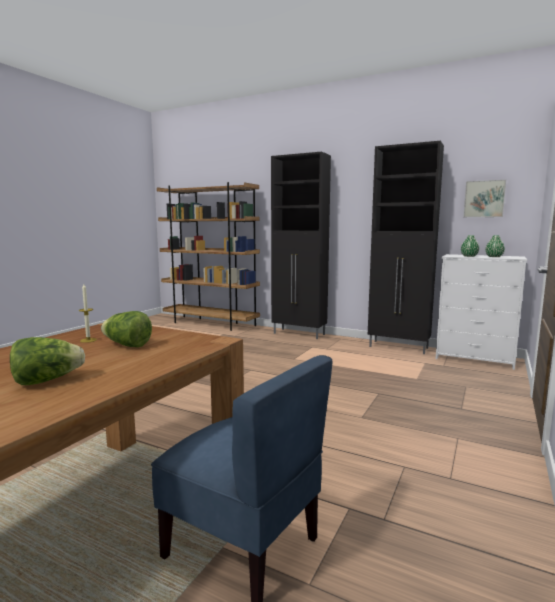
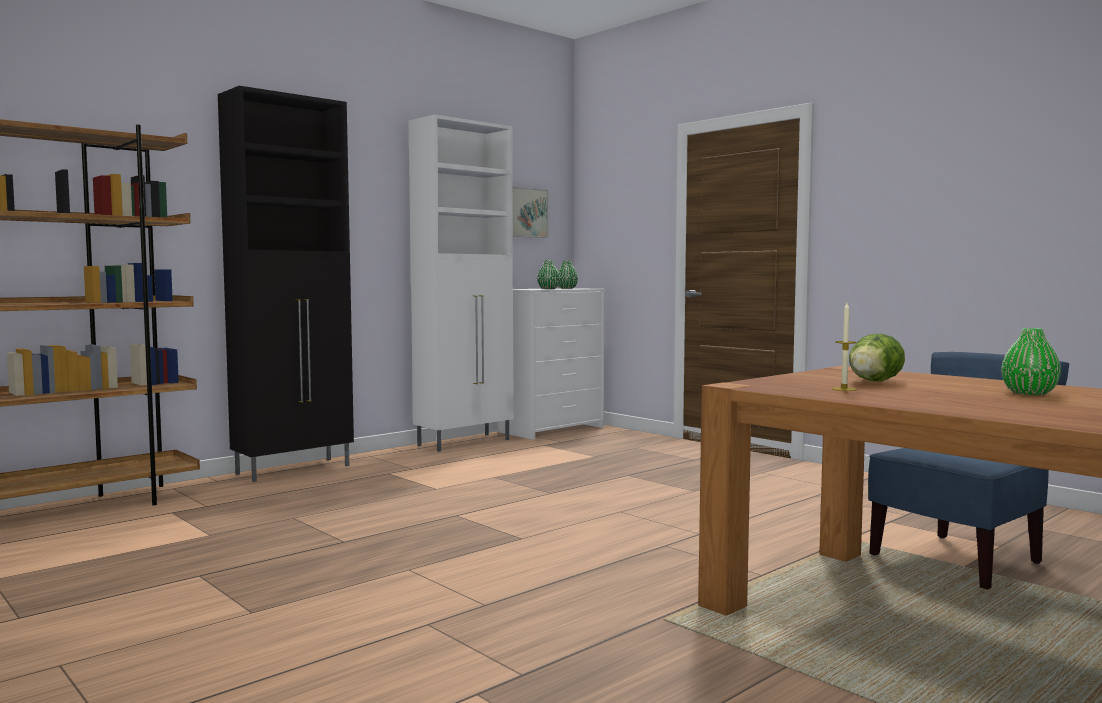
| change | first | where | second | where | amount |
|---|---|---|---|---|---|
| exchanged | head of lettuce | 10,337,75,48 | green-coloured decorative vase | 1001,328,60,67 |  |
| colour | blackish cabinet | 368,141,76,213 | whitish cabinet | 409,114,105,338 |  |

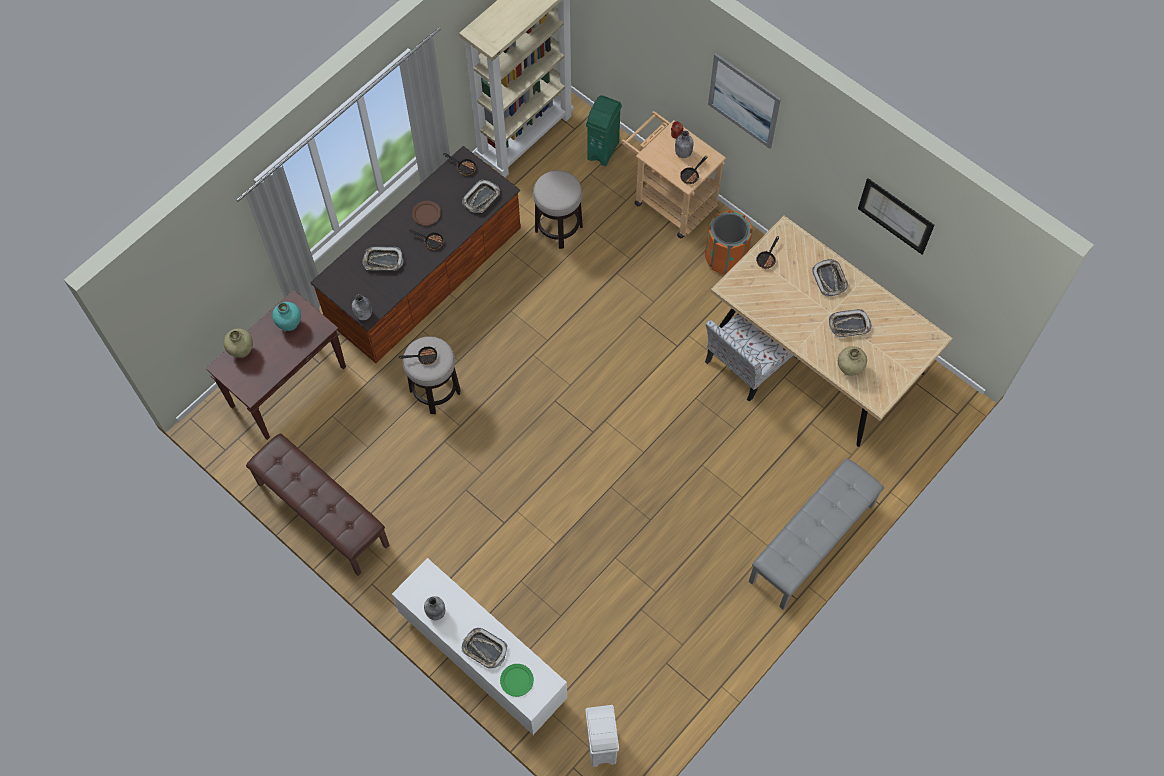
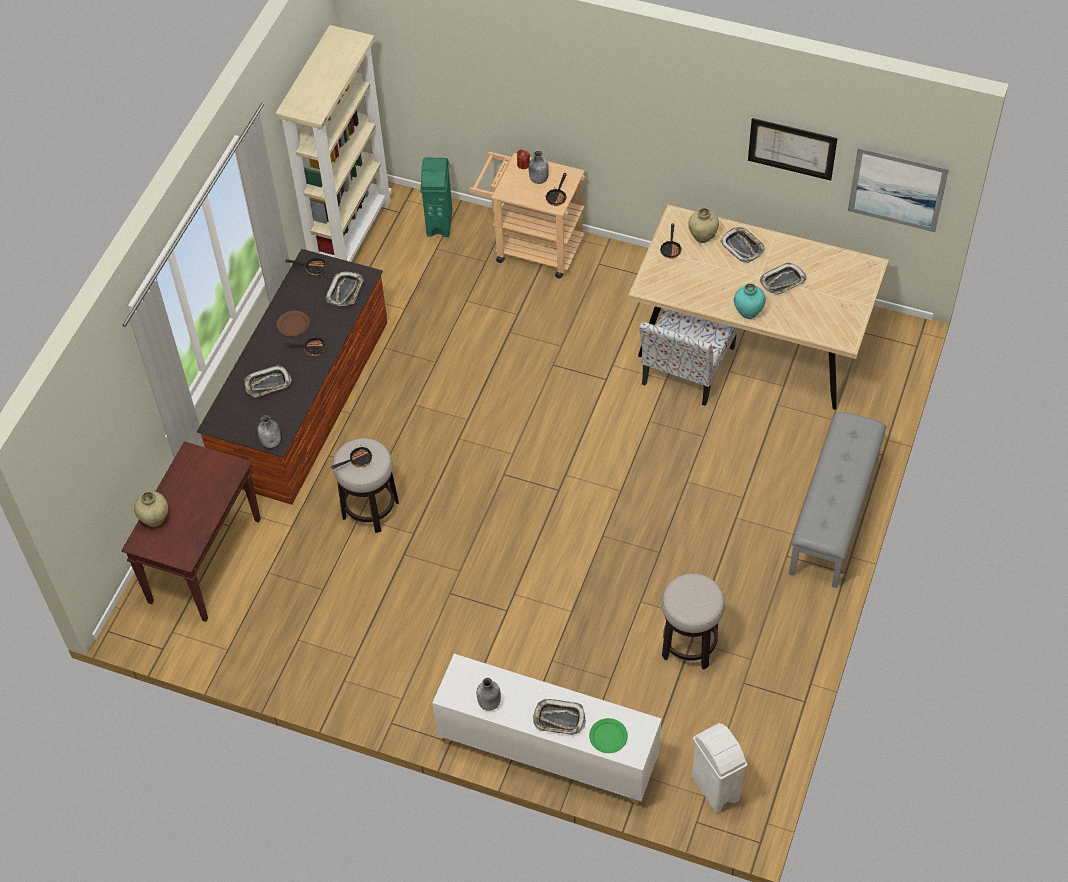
| change | first | where | second | where | amount |
|---|---|---|---|---|---|
| missing | brown-coloured indoor bench | 246,433,143,143 |  |  |  |
| missing | orange-coloured trash can | 705,210,48,64 |  |  |  |
| relocated | blue-green decorative vase | 272,302,29,29 |  | 734,283,32,36 |  |
| relocated | stool | 533,170,50,79 |  | 661,573,64,96 |  |
| relocated | wall picture | 708,53,73,96 |  | 848,147,101,85 |  |
| relocated | sand-coloured decorative vase | 838,346,29,30 |  | 688,208,31,35 |  |

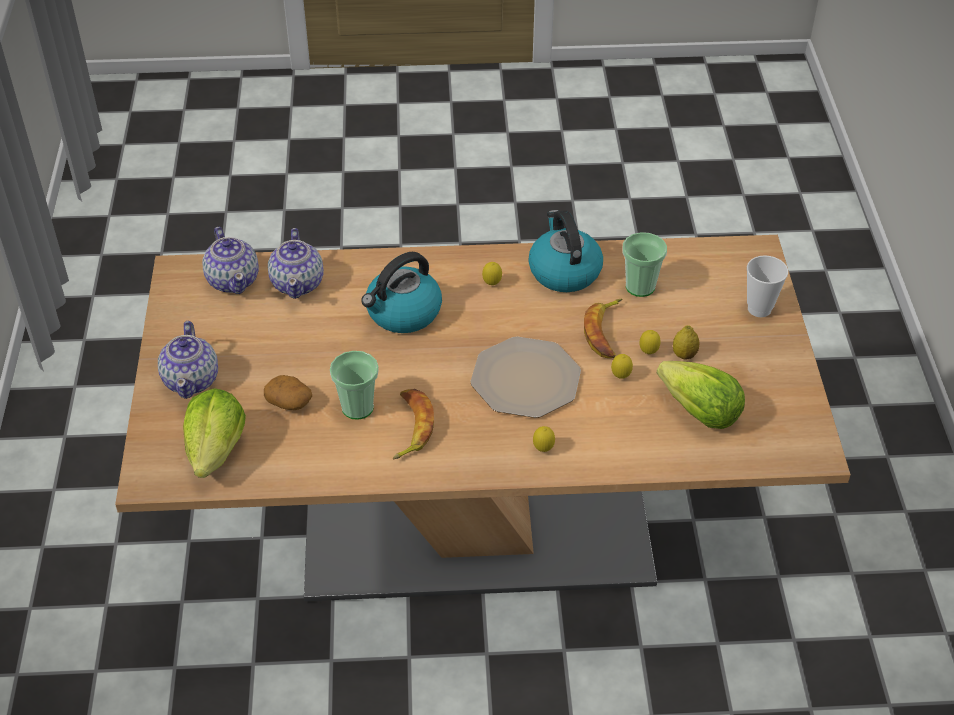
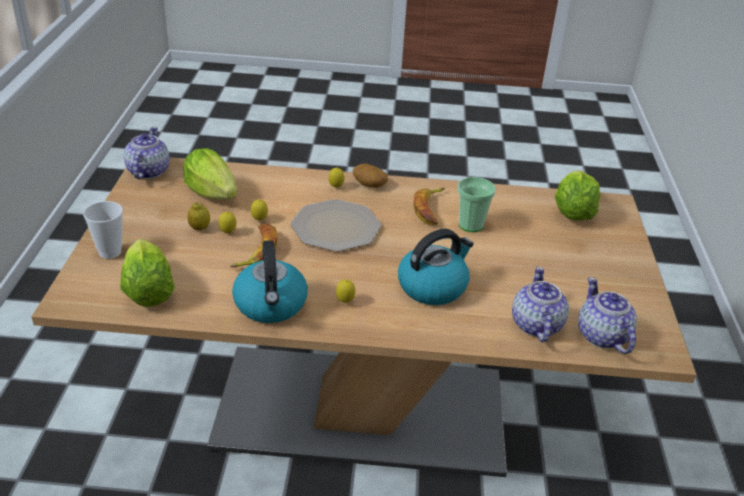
| change | first | where | second | where | amount |
|---|---|---|---|---|---|
| missing | cup | 623,232,44,65 |  |  |  |
| appeared |  |  | head of lettuce | 120,239,55,68 |  |
| relocated | teapot | 158,321,60,78 |  | 123,126,47,53 |  |
| relocated | whole potato | 264,375,48,35 |  | 353,164,35,24 |  |

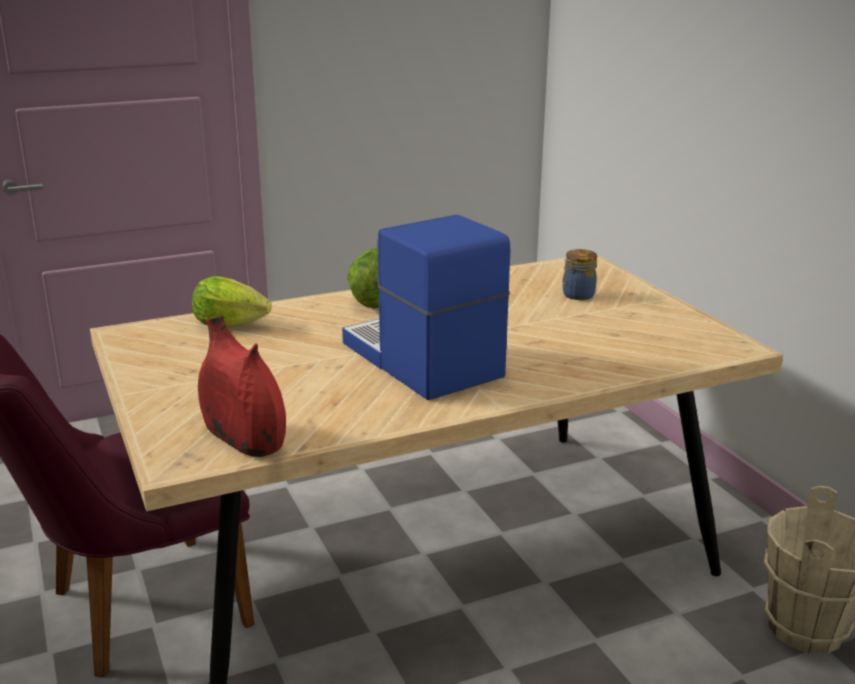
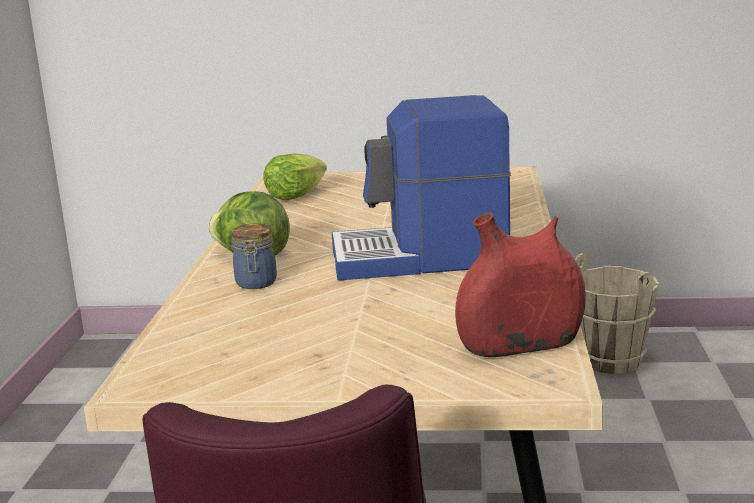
| change | first | where | second | where | amount |
|---|---|---|---|---|---|
| relocated | head of lettuce | 192,276,80,51 |  | 263,153,64,47 |  |
| relocated | preserve jar | 562,249,35,51 |  | 231,224,46,65 |  |

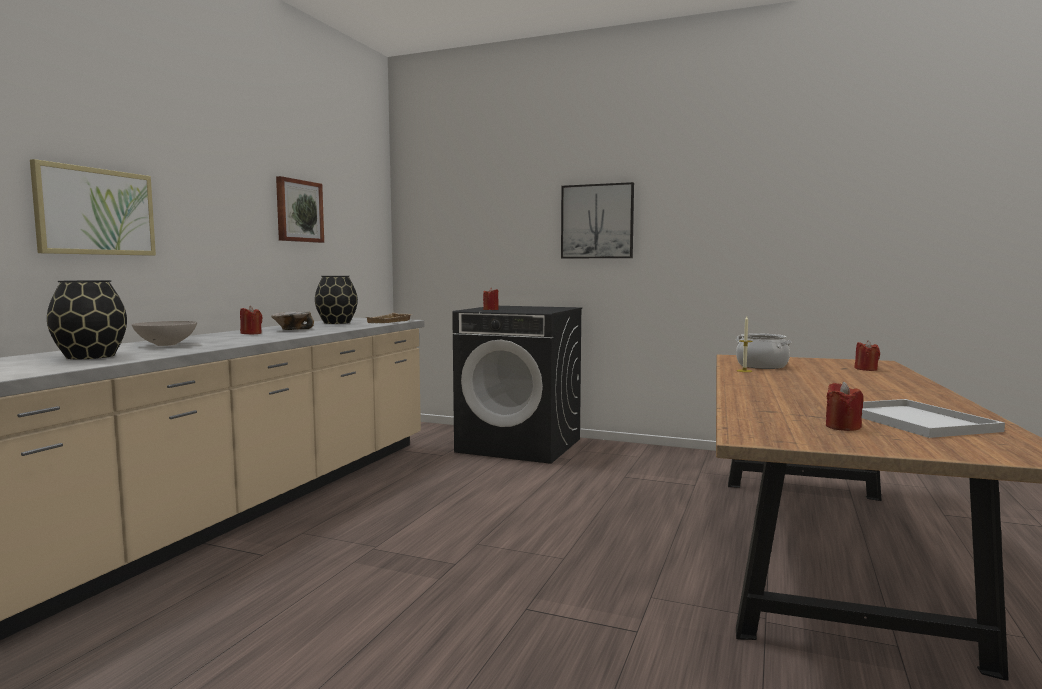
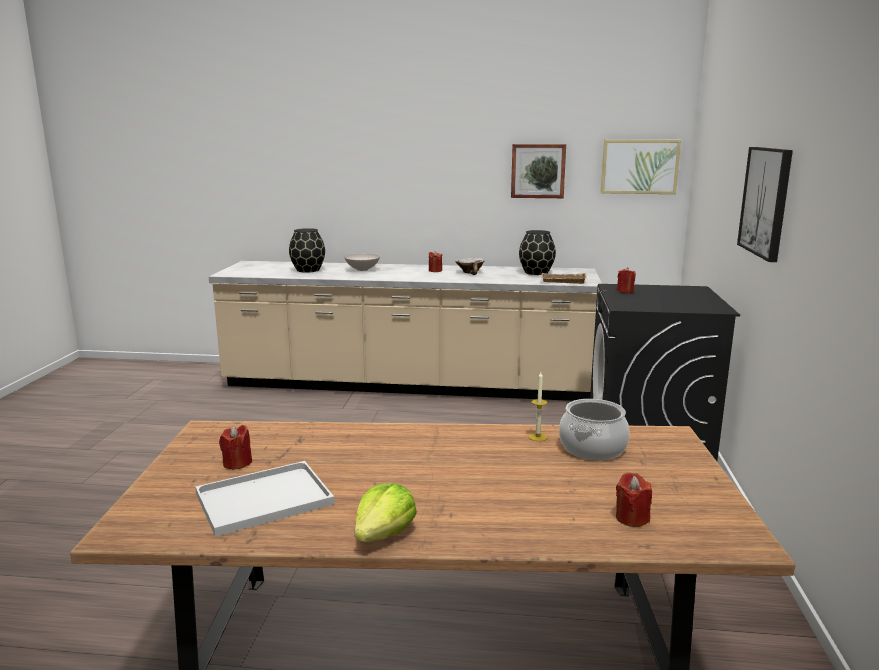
| change | first | where | second | where | amount |
|---|---|---|---|---|---|
| appeared |  |  | head of lettuce | 354,483,63,59 |  |
| relocated | wall picture | 30,159,126,97 |  | 601,139,80,55 |  |

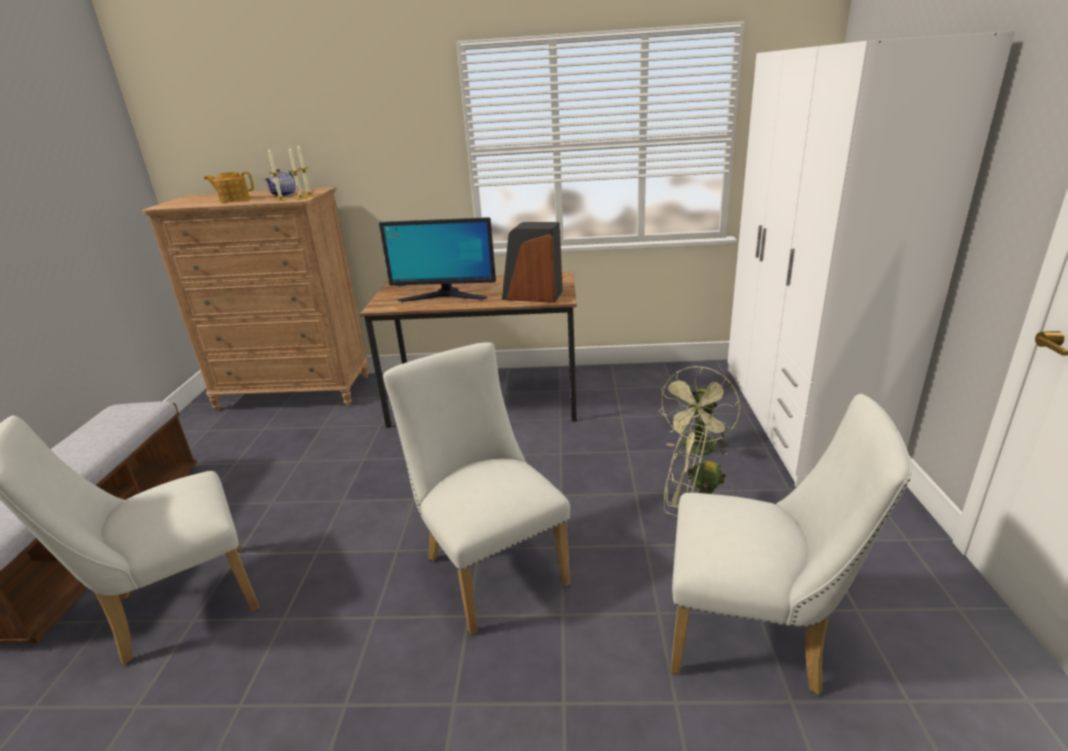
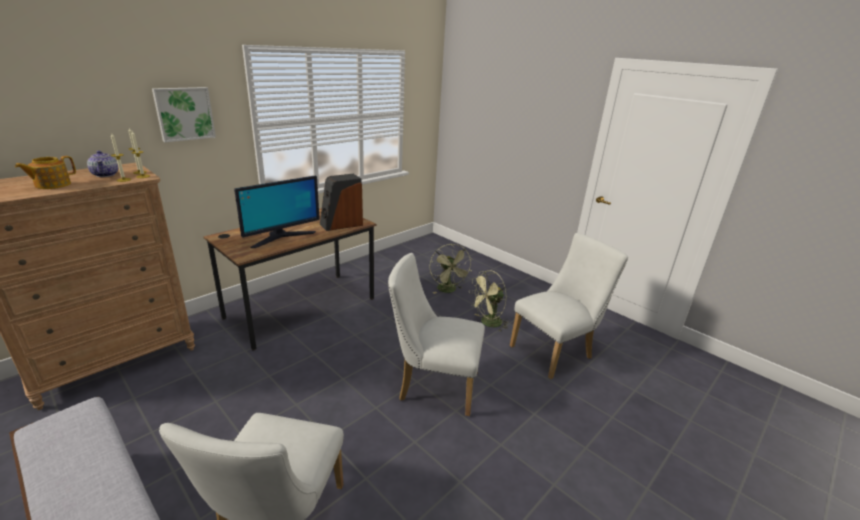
| change | first | where | second | where | amount |
|---|---|---|---|---|---|
| missing | whitish armoire | 728,31,287,456 |  |  |  |
| appeared |  |  | wall picture | 152,87,64,55 |  |

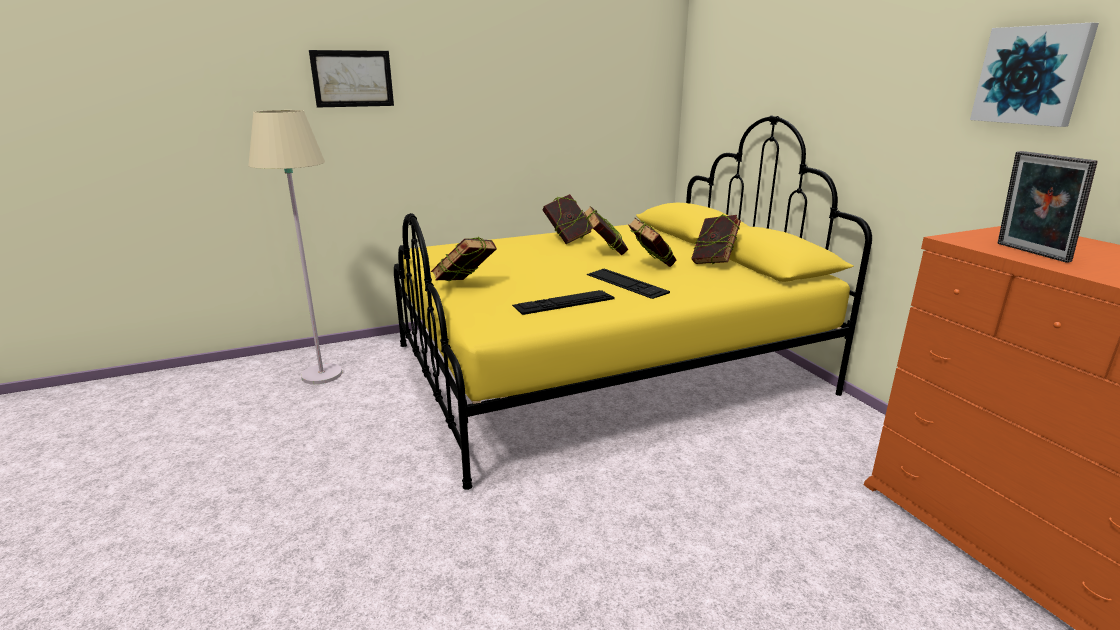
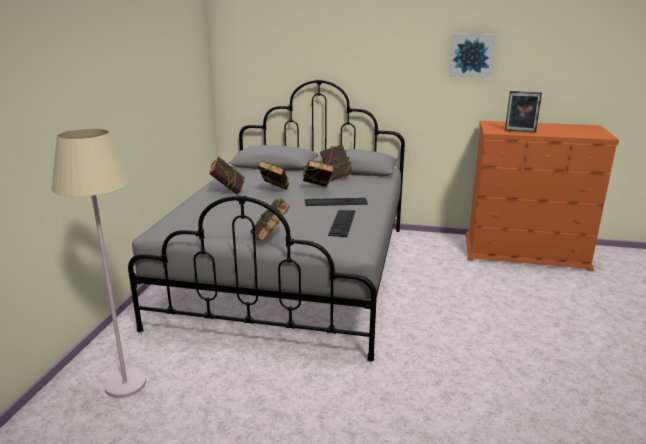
| change | first | where | second | where | amount |
|---|---|---|---|---|---|
| missing | wall picture | 309,50,85,58 |  |  |  |
| colour | yellow bedroom bed | 394,115,478,375 | greyish bedroom bed | 128,79,277,283 |  |

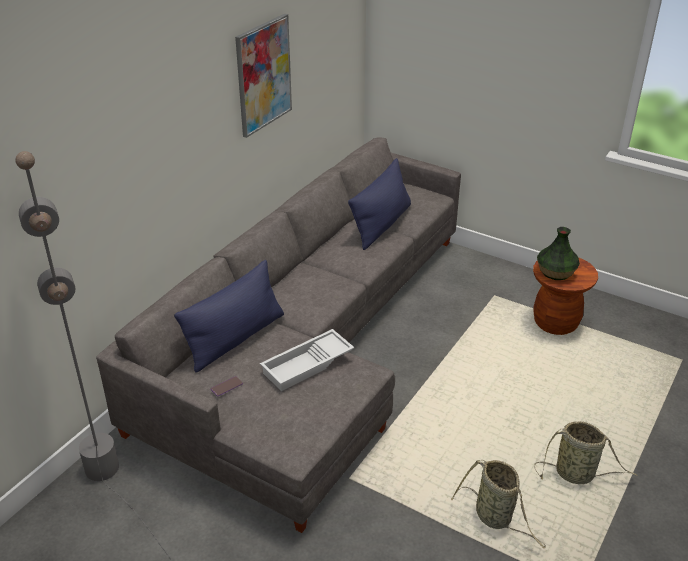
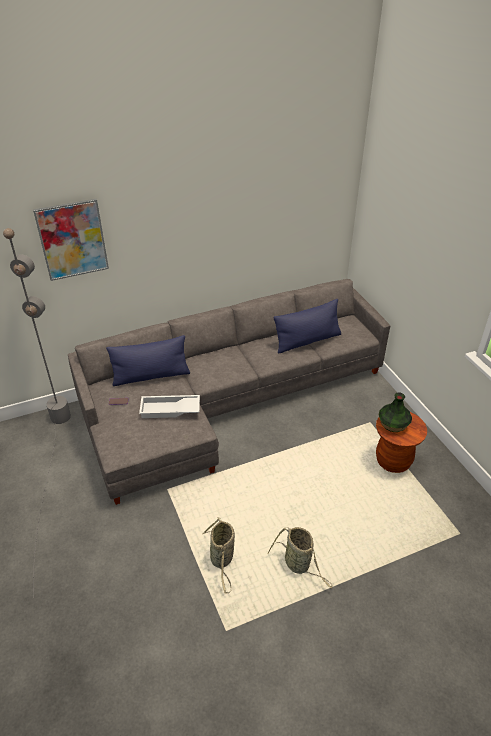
| change | first | where | second | where | amount |
|---|---|---|---|---|---|
| relocated | wall picture | 235,14,57,124 |  | 33,199,76,82 |  |

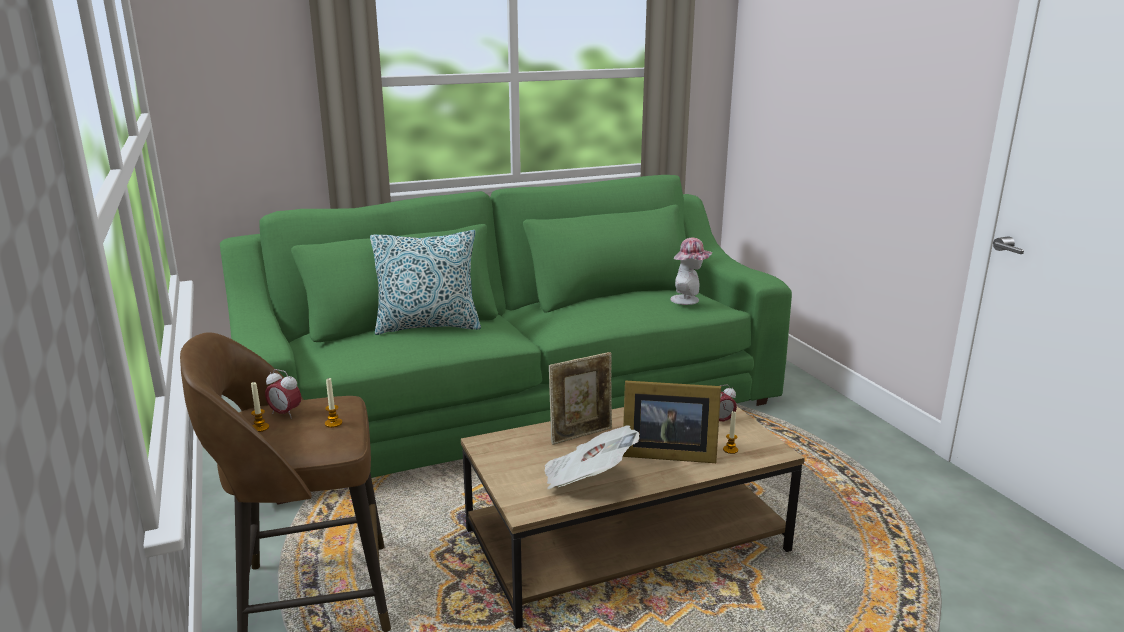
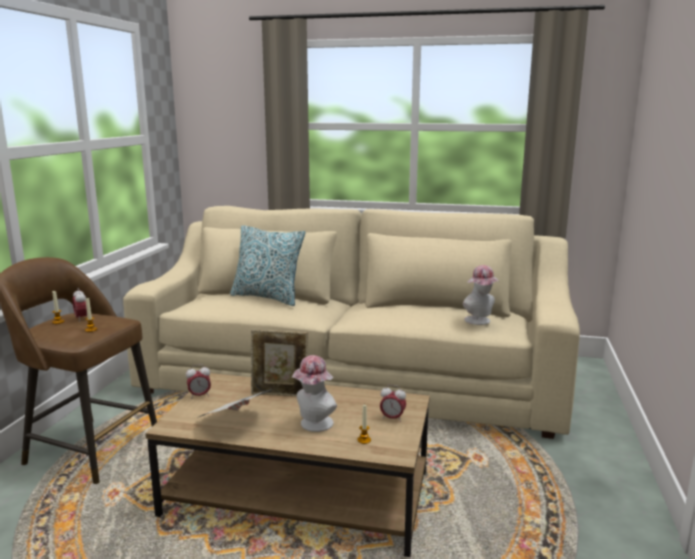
| change | first | where | second | where | amount |
|---|---|---|---|---|---|
| appeared |  |  | table clock | 186,364,25,35 |  |
| exchanged | picture frame | 623,381,98,82 | clothing hat | 292,355,45,77 |  |
| colour | green-coloured sofa | 220,175,572,330 | sand-coloured sofa | 123,206,457,233 |  |

